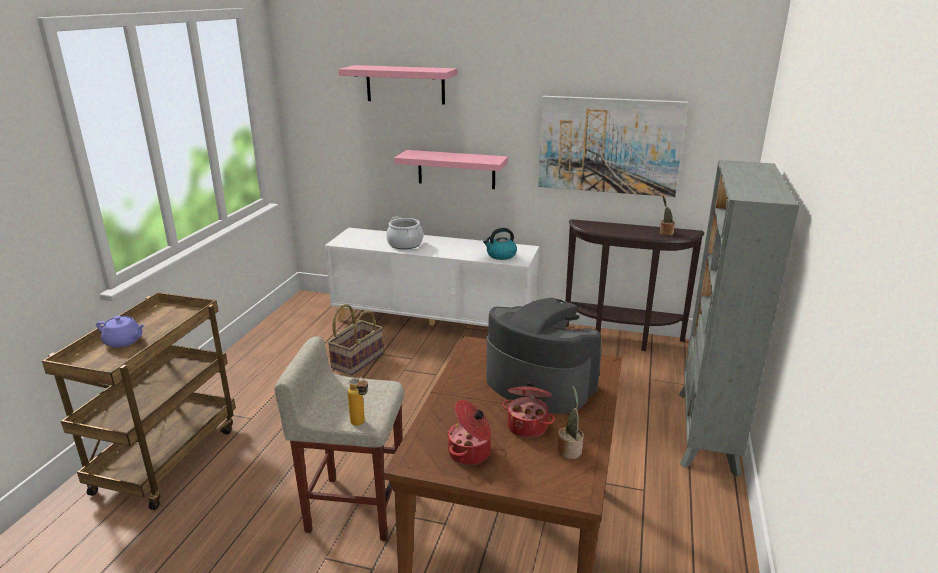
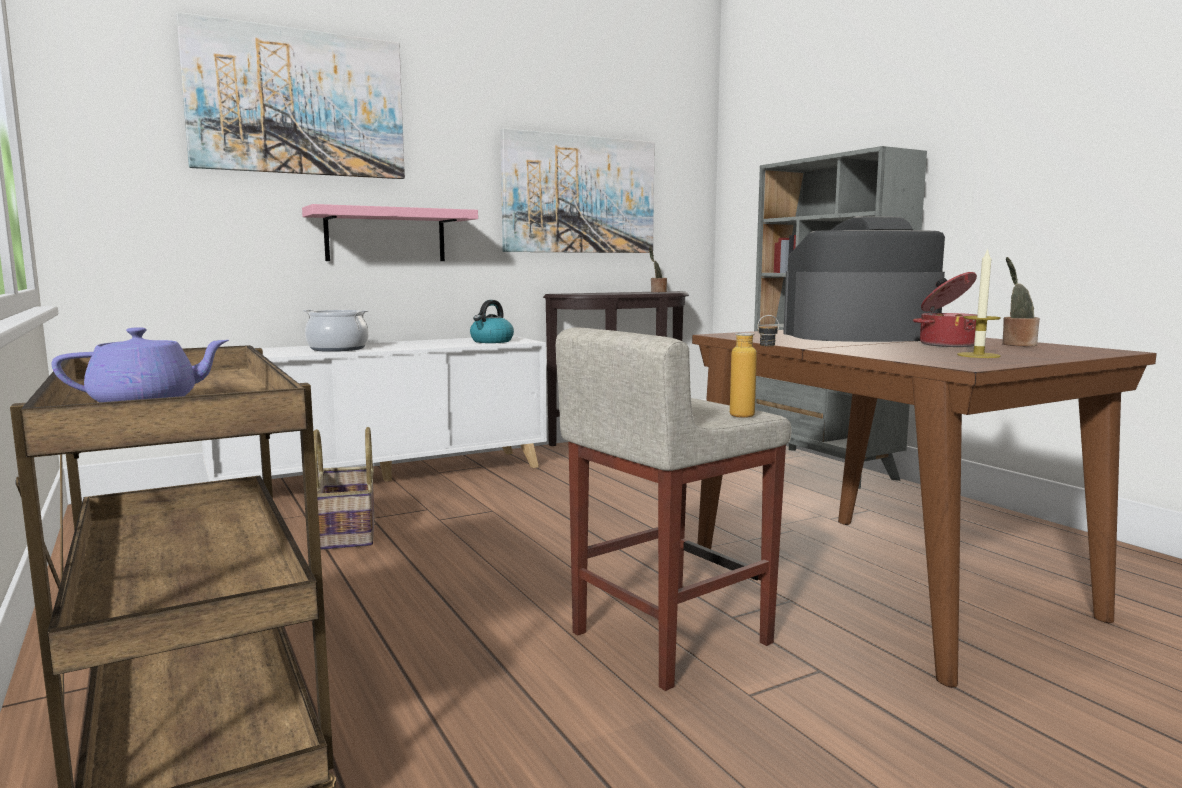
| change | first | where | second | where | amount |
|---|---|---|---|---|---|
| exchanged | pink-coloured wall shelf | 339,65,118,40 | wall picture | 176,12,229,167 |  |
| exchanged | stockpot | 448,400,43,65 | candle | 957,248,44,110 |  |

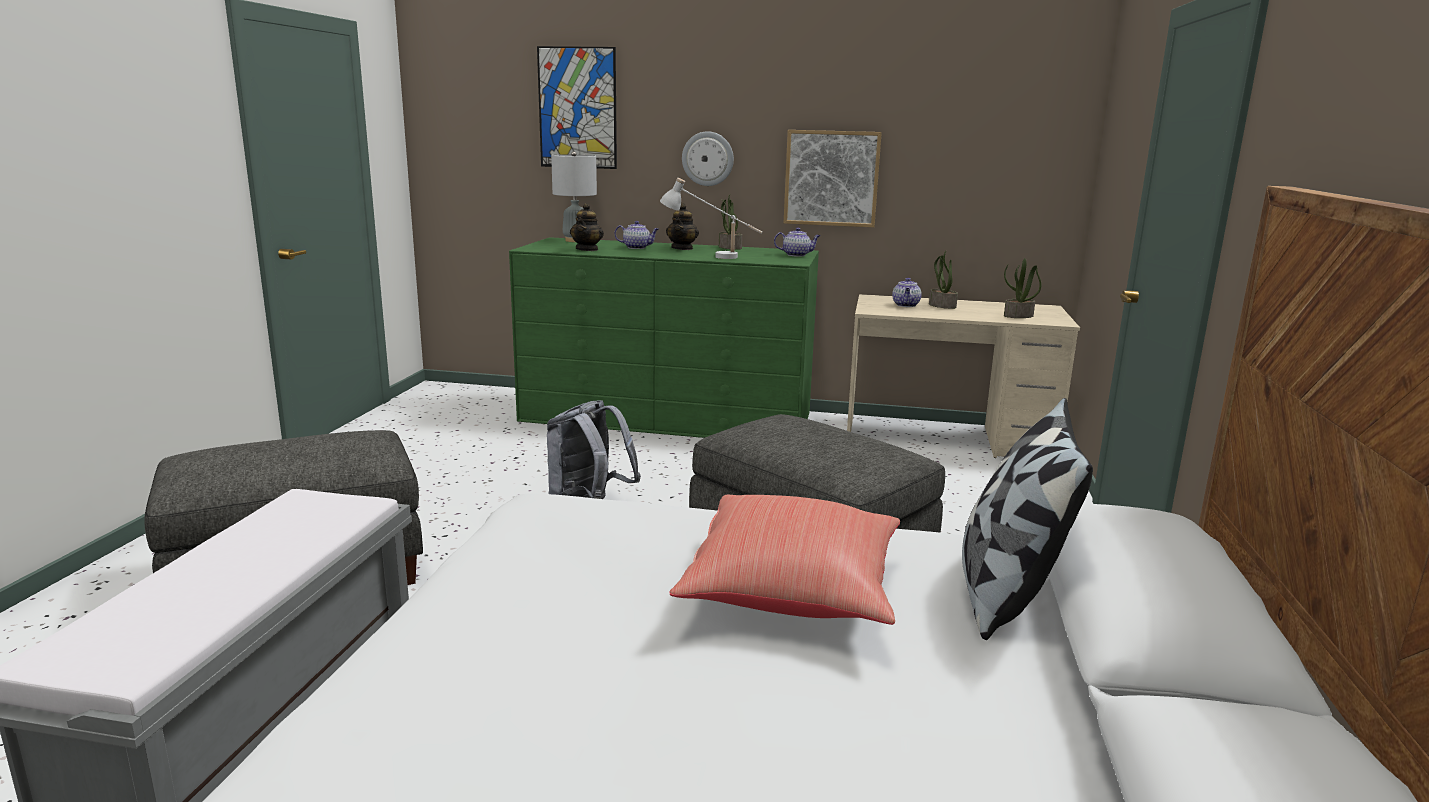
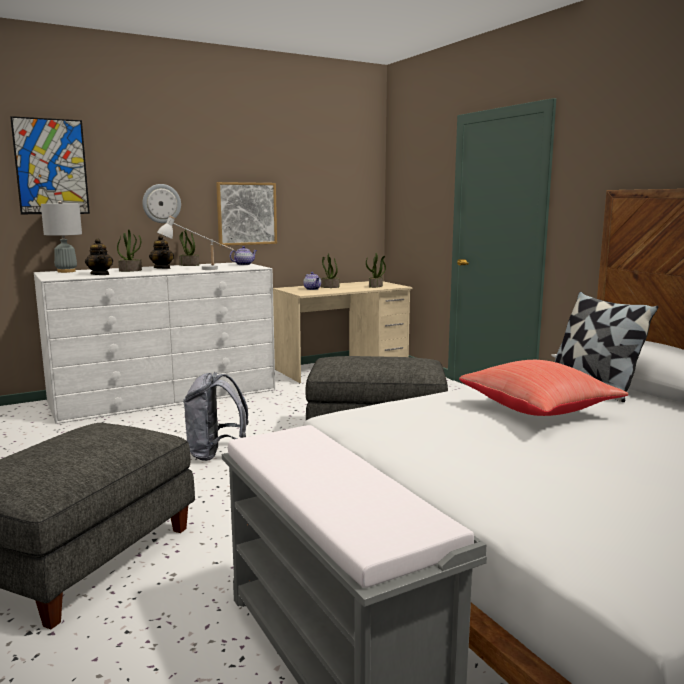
| change | first | where | second | where | amount |
|---|---|---|---|---|---|
| exchanged | teapot | 614,221,45,28 | plant in a pot | 117,229,25,43 |  |
| colour | green-coloured dresser | 509,237,310,201 | whitish dresser | 34,262,241,162 |  |

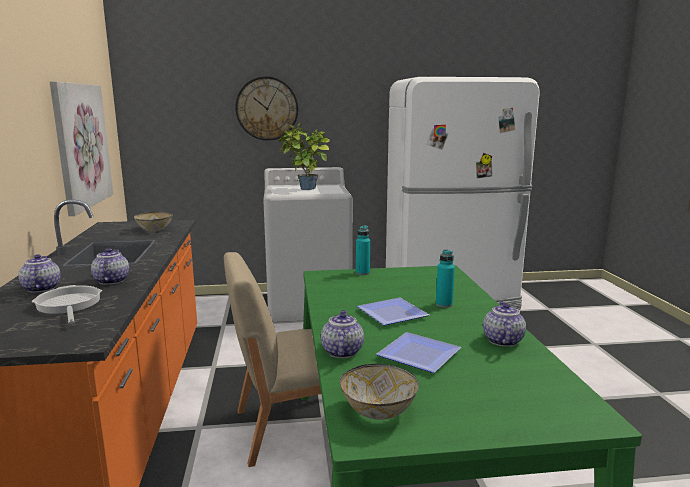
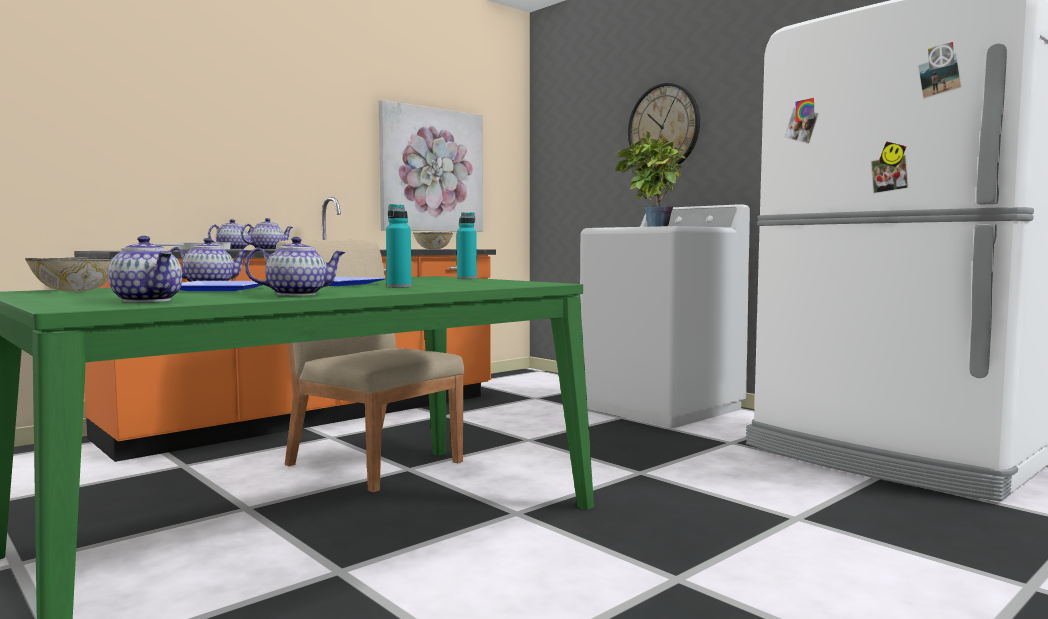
| change | first | where | second | where | amount |
|---|---|---|---|---|---|
| appeared |  |  | teapot | 108,236,74,67 |  |

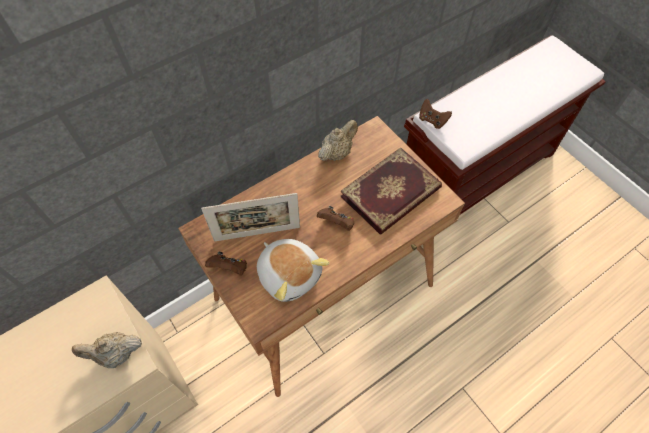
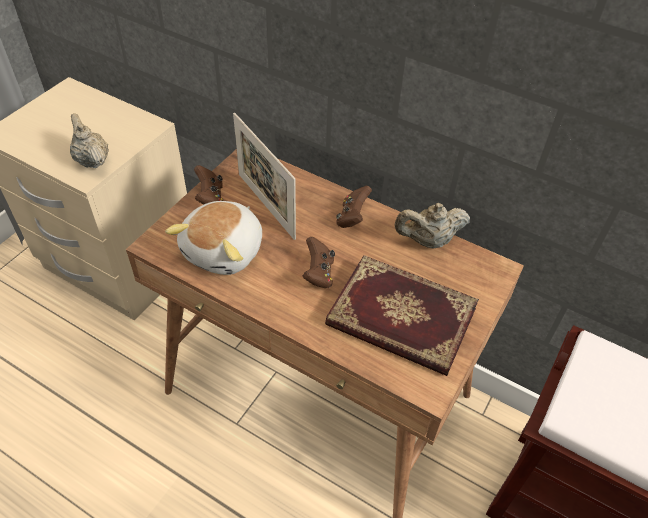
| change | first | where | second | where | amount |
|---|---|---|---|---|---|
| relocated | brown-coloured game controller | 419,99,33,30 |  | 336,186,36,42 |  |
| spun | sand-coloured teapot | 318,120,40,41 |  | 395,203,75,45 | 150 degrees clockwise |

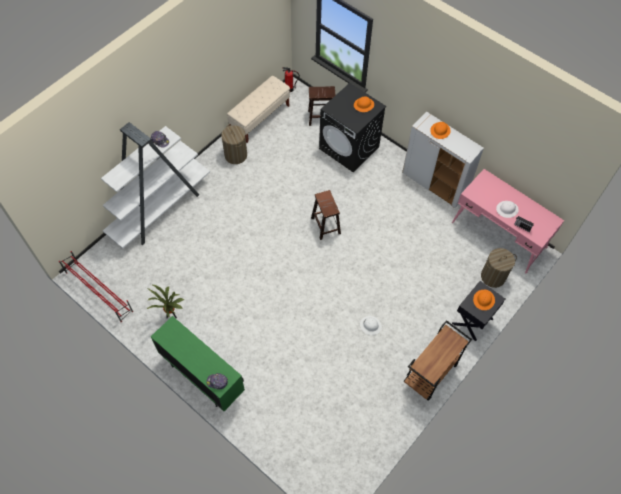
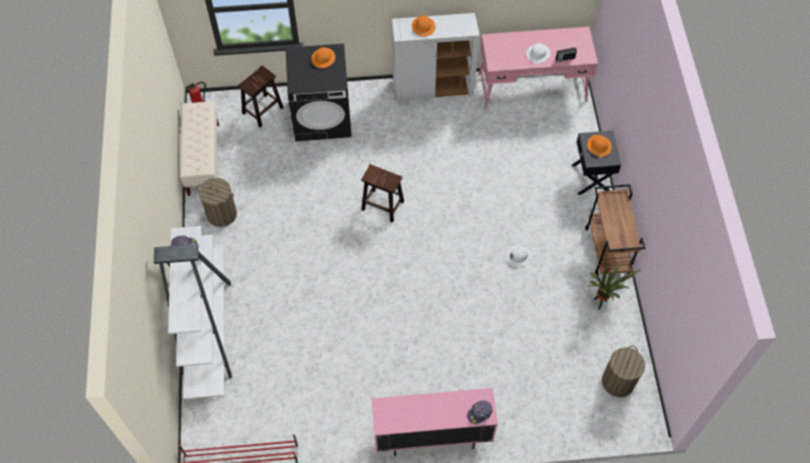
| change | first | where | second | where | amount |
|---|---|---|---|---|---|
| relocated | plant in a pot | 147,284,38,34 |  | 588,265,53,45 |  |
| relocated | laundry basket | 481,248,36,40 |  | 602,346,43,51 |  |
| colour | green-coloured cabinet | 151,316,94,95 | pink-coloured cabinet | 372,388,126,68 |  |

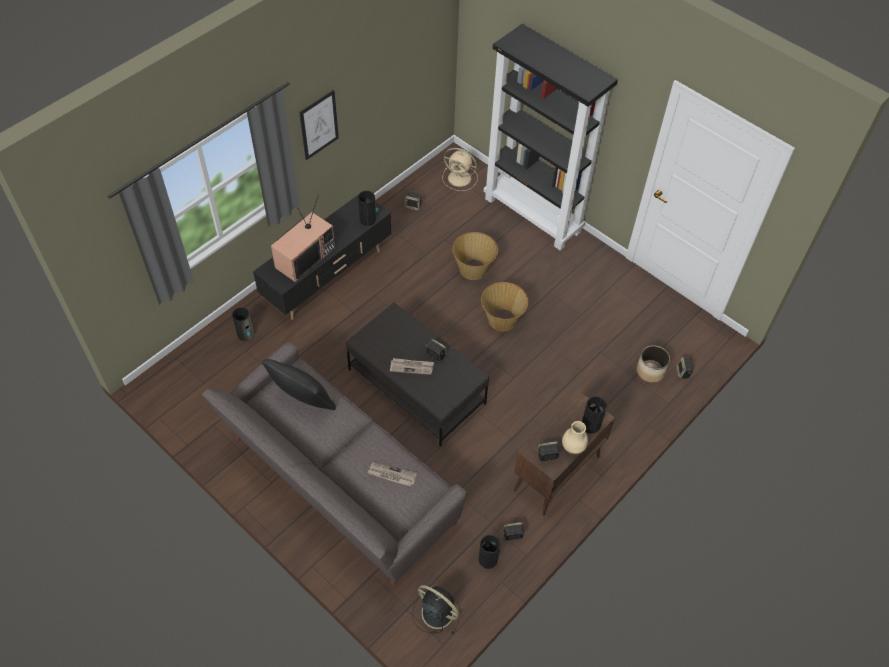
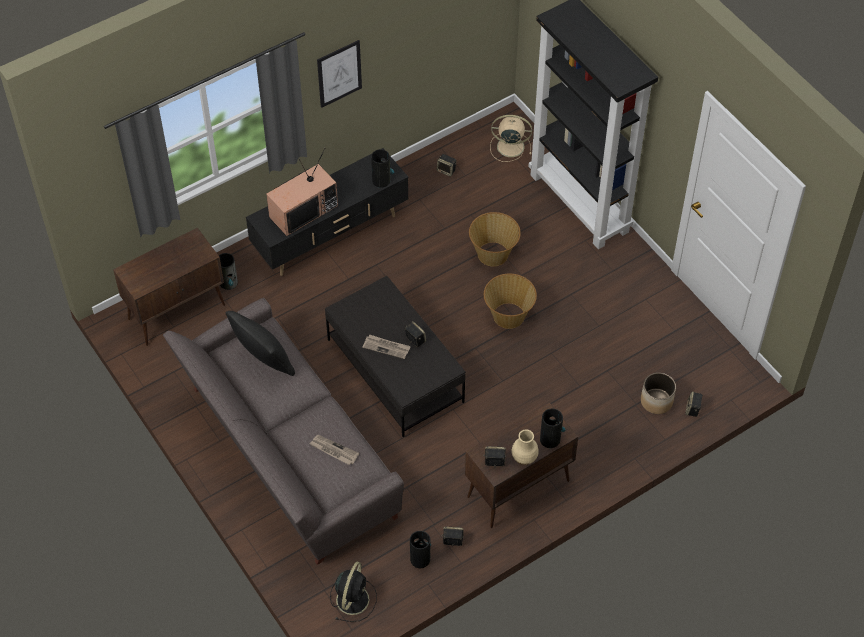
| change | first | where | second | where | amount |
|---|---|---|---|---|---|
| appeared |  |  | brown-coloured cabinet | 113,228,112,118 |  |
| spun | blackish fan | 412,585,49,49 |  | 330,562,47,60 | 60 degrees clockwise |
| spun | sand-coloured fan | 442,148,36,43 |  | 490,115,42,47 | 150 degrees clockwise |

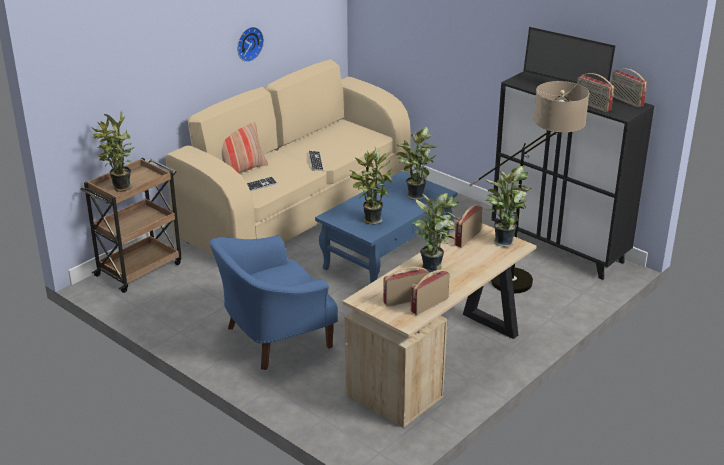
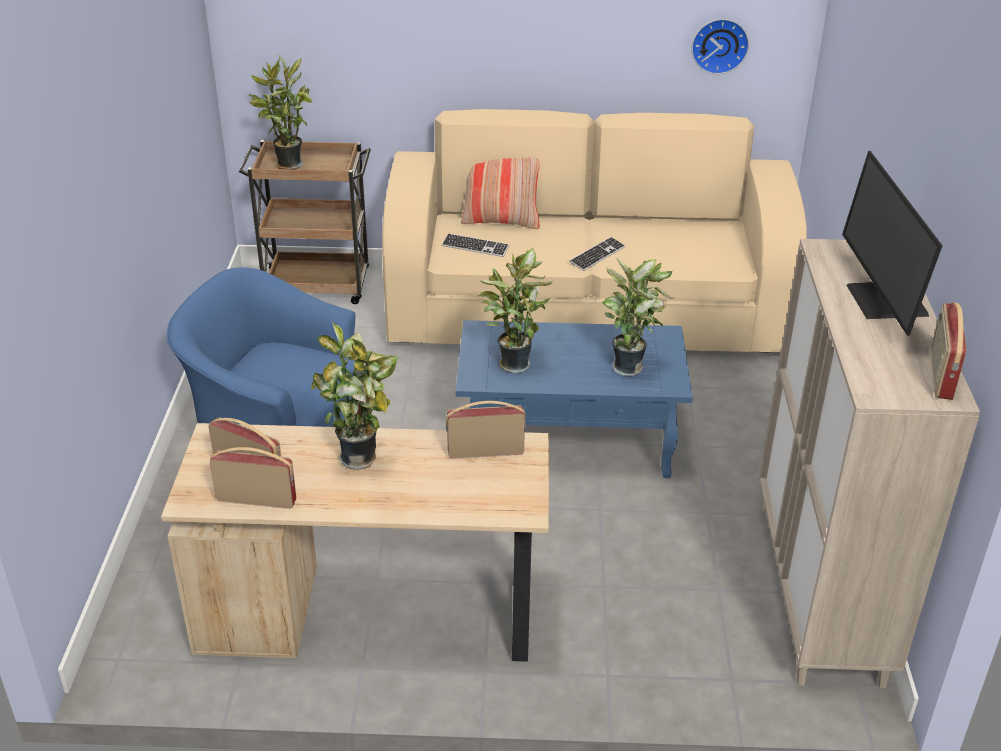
| change | first | where | second | where | amount |
|---|---|---|---|---|---|
| missing | standard lamp | 469,81,120,212 |  |  |  |
| missing | plant in a pot | 485,166,47,81 |  |  |  |
| missing | radio set | 577,73,37,39 |  |  |  |
| relocated | wall clock | 237,27,27,35 |  | 691,19,58,55 |  |
| colour | blackish cabinet | 491,71,163,209 | sand-coloured cabinet | 759,239,221,449 |  |

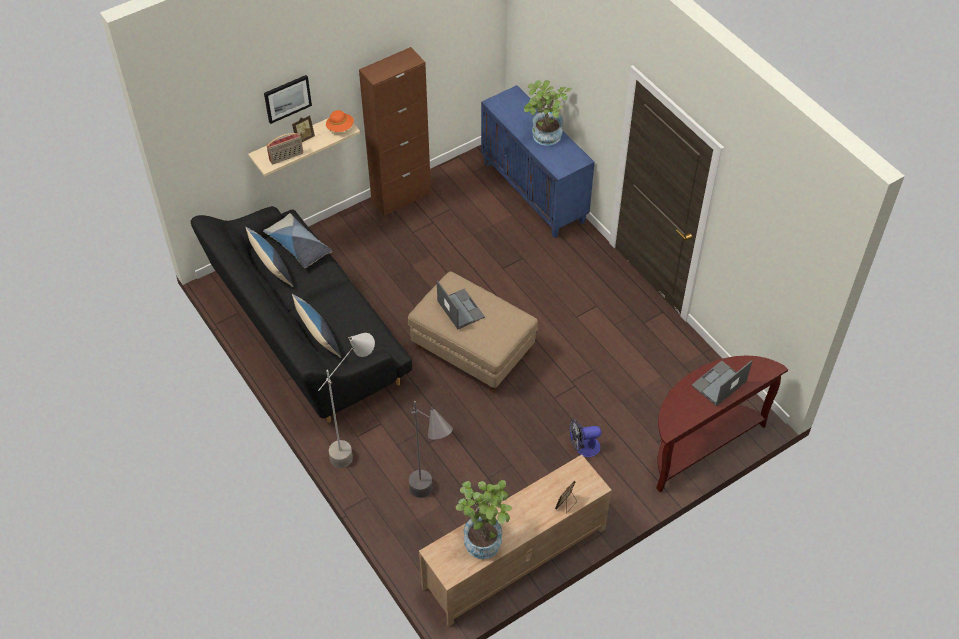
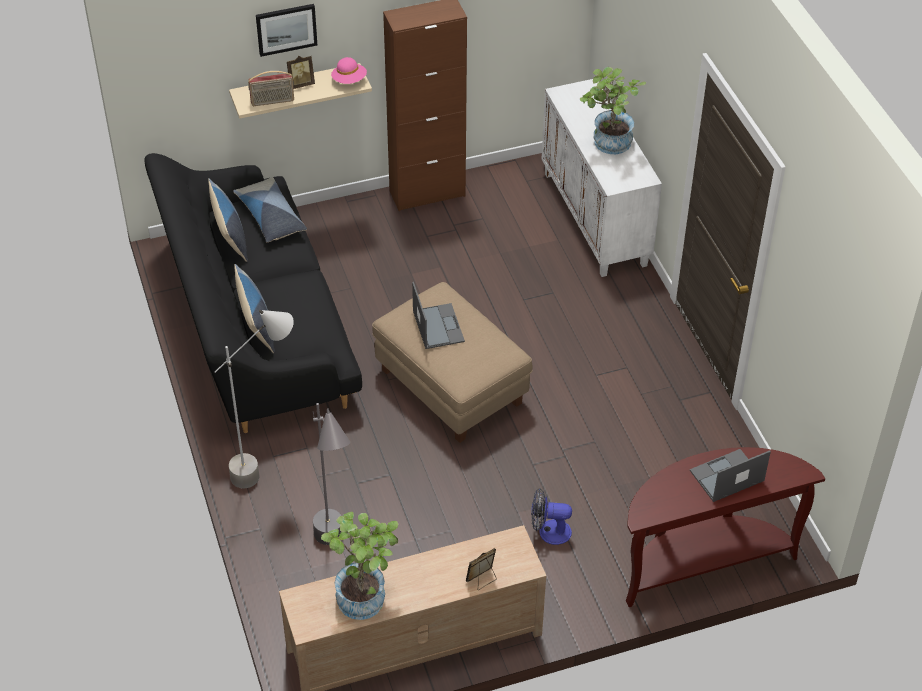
| change | first | where | second | where | amount |
|---|---|---|---|---|---|
| colour | orange-coloured clothing hat | 326,110,28,22 | pink-coloured clothing hat | 331,57,36,27 |  |
| colour | blue cabinet | 481,85,114,153 | whitish cabinet | 542,79,120,198 |  |

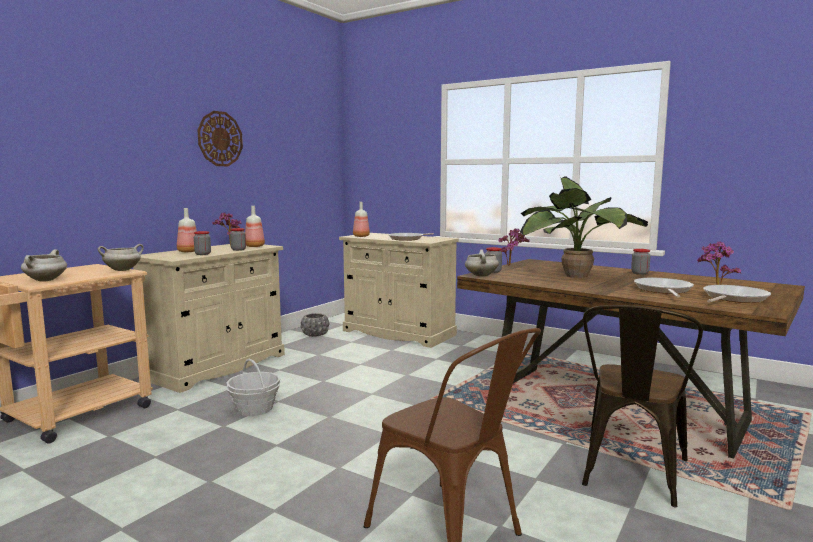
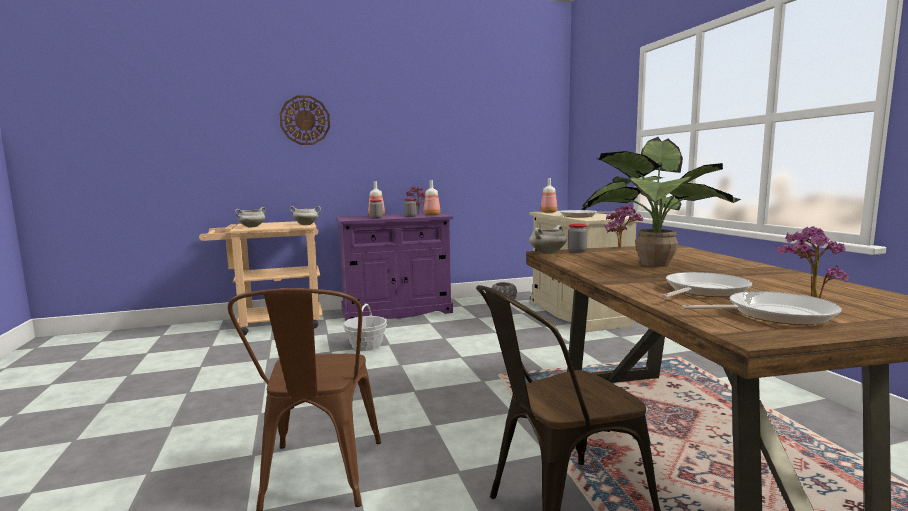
| change | first | where | second | where | amount |
|---|---|---|---|---|---|
| missing | preserve jar | 631,249,19,26 |  |  |  |
| relocated | wall clock | 197,111,46,55 |  | 279,95,51,50 |  |
| colour | sand-coloured cabinet | 133,244,152,149 | purplish cabinet | 336,213,117,108 |  |

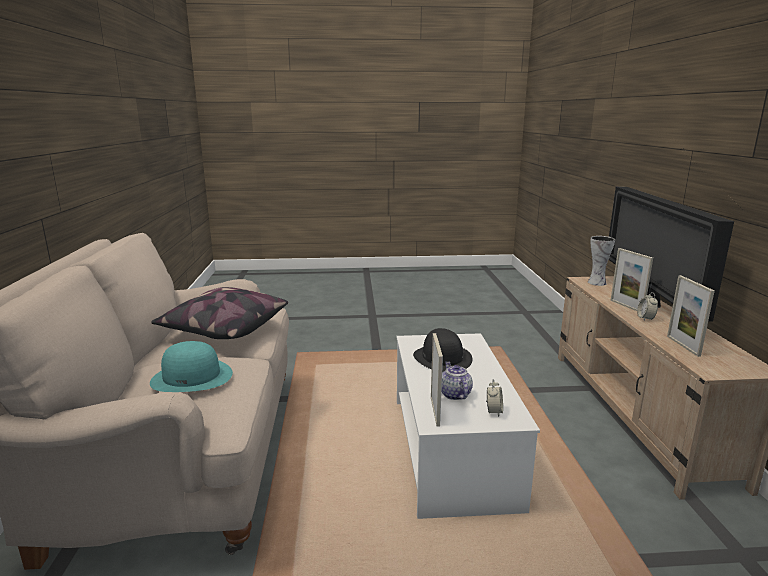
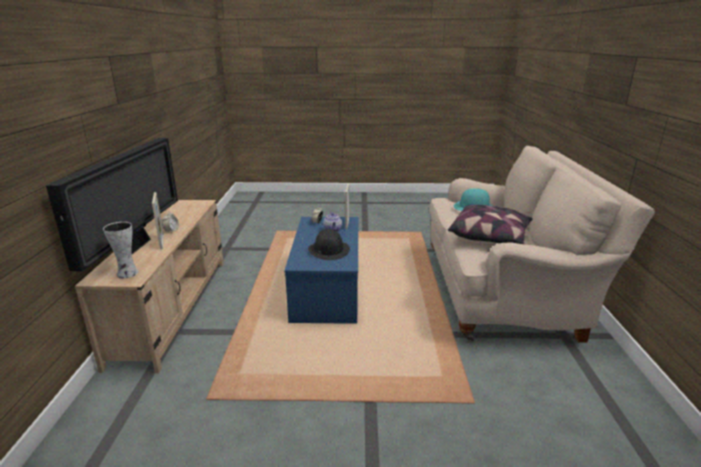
| change | first | where | second | where | amount |
|---|---|---|---|---|---|
| missing | picture frame | 667,275,48,82 |  |  |  |
| colour | whitish low table | 397,333,143,186 | blue low table | 284,217,74,107 |  |

